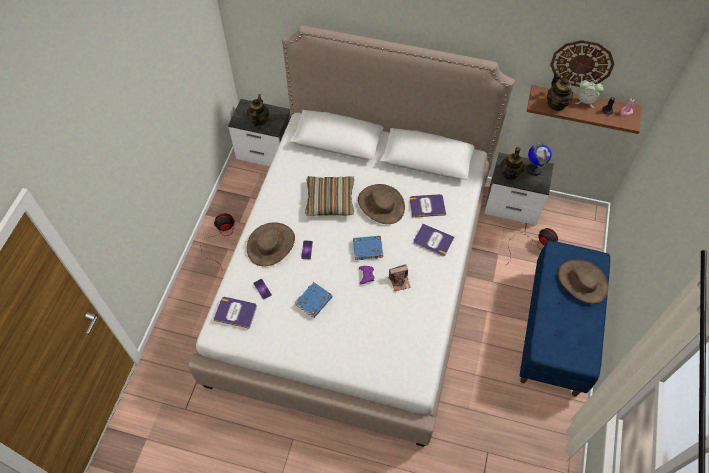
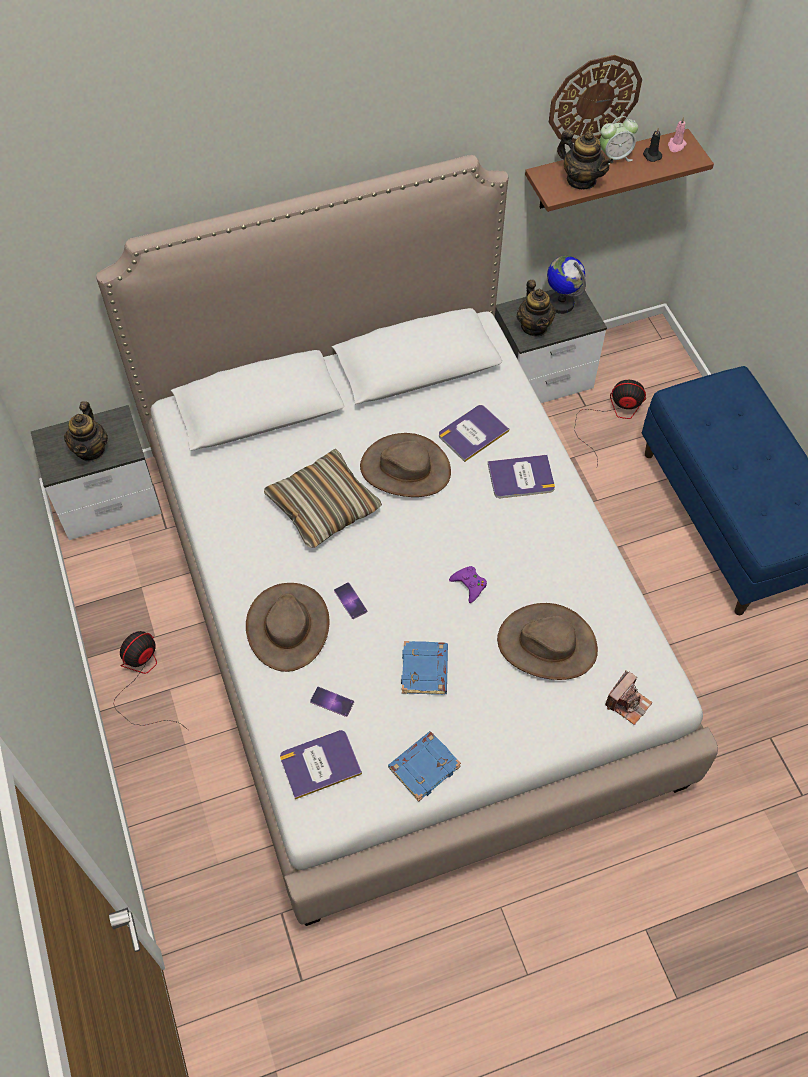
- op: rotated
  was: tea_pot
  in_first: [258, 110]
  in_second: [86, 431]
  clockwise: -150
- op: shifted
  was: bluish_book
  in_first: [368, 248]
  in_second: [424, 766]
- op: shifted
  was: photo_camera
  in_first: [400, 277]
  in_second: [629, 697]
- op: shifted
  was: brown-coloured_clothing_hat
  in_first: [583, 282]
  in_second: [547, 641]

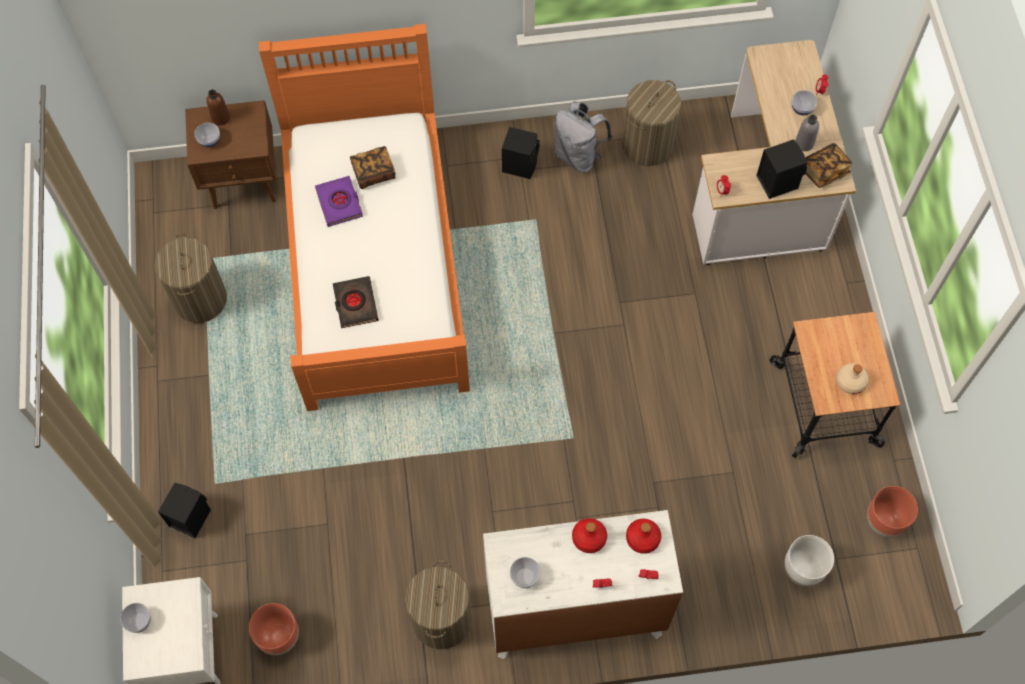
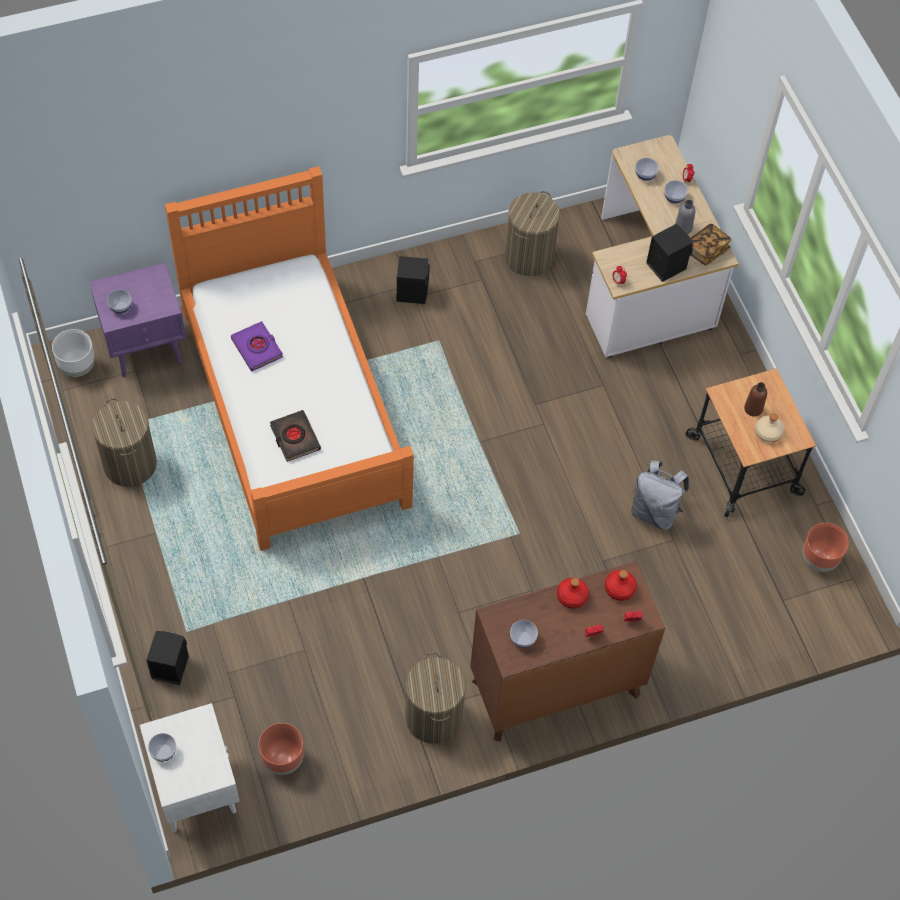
- op: repainted
  was: brown-coloured_nightstand
  now: purple-coloured_nightstand
  in_first: [230, 154]
  in_second: [137, 319]
- op: shifted
  was: brown-coloured_drink_bottle
  in_first: [218, 107]
  in_second: [755, 399]
- op: gone
  was: book
  in_first: [372, 167]
- op: repainted
  was: white_chest_of_drawers
  now: brown-coloured_chest_of_drawers
  in_first: [583, 585]
  in_second: [567, 651]
- op: shifted
  was: greyish_knapsack
  in_first: [583, 137]
  in_second: [660, 495]
- op: shifted
  was: white_planter
  in_first: [809, 560]
  in_second: [73, 353]
- op: new
  now: serving_bowl
  in_second: [647, 169]

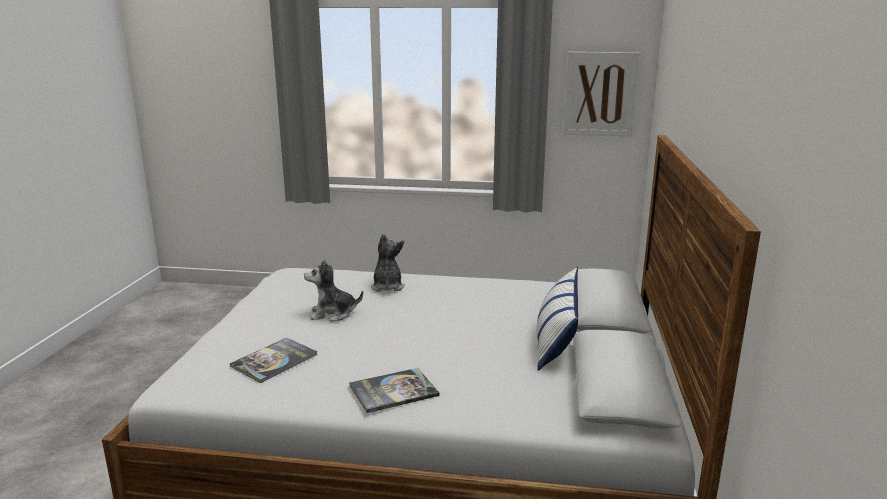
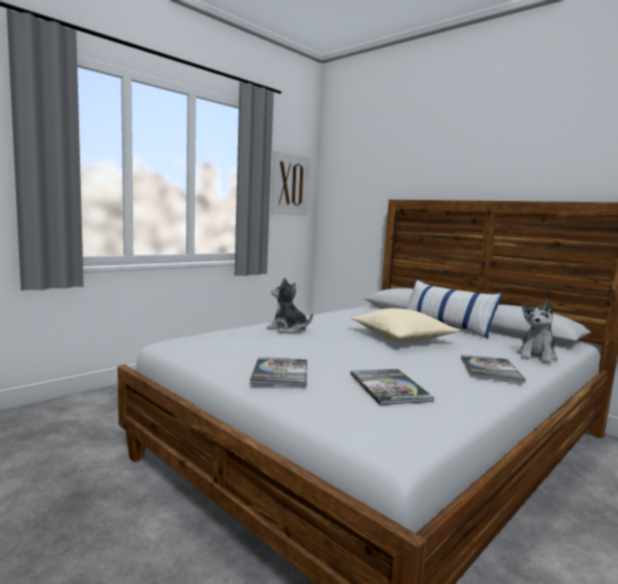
- op: shifted
  was: cuddly_toy
  in_first: [333, 290]
  in_second: [537, 331]
- op: new
  now: book
  in_second: [278, 372]
- op: new
  now: sand-coloured_pillow
  in_second: [405, 325]

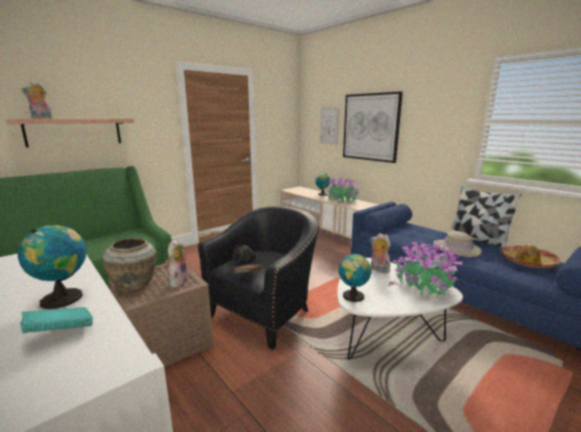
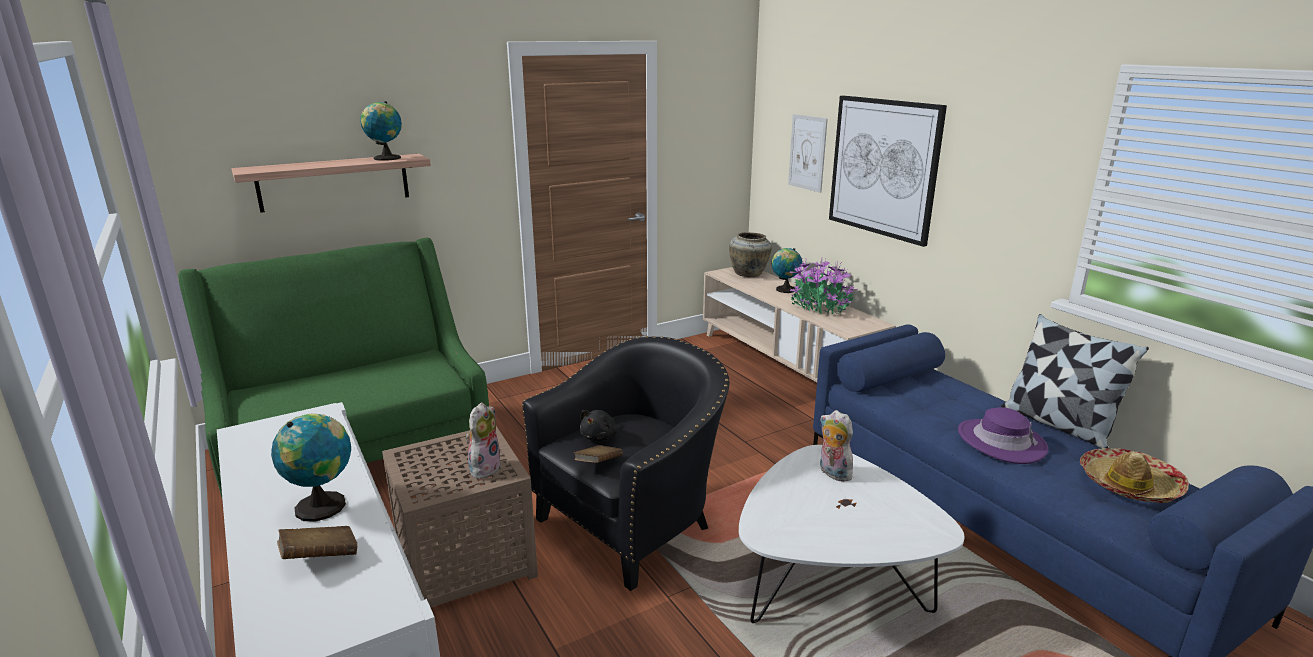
- op: repainted
  was: turquoise-coloured_book
  now: brown-coloured_book
  in_first: [56, 320]
  in_second: [317, 542]
- op: gone
  was: cuddly_toy
  in_first: [37, 100]
- op: shifted
  was: sand-coloured_vase
  in_first: [129, 265]
  in_second: [750, 254]
- op: shifted
  was: globe
  in_first: [355, 277]
  in_second: [381, 131]
- op: gone
  was: potted_plant
  in_first: [427, 266]
- op: repainted
  was: sand-coloured_clothing_hat
  now: purple-coloured_clothing_hat
  in_first: [457, 244]
  in_second: [1003, 435]

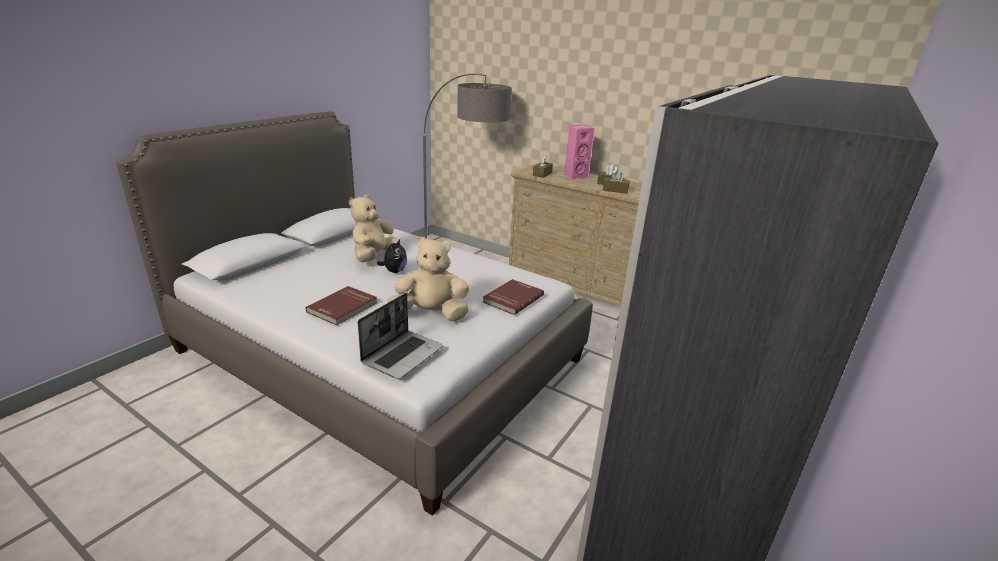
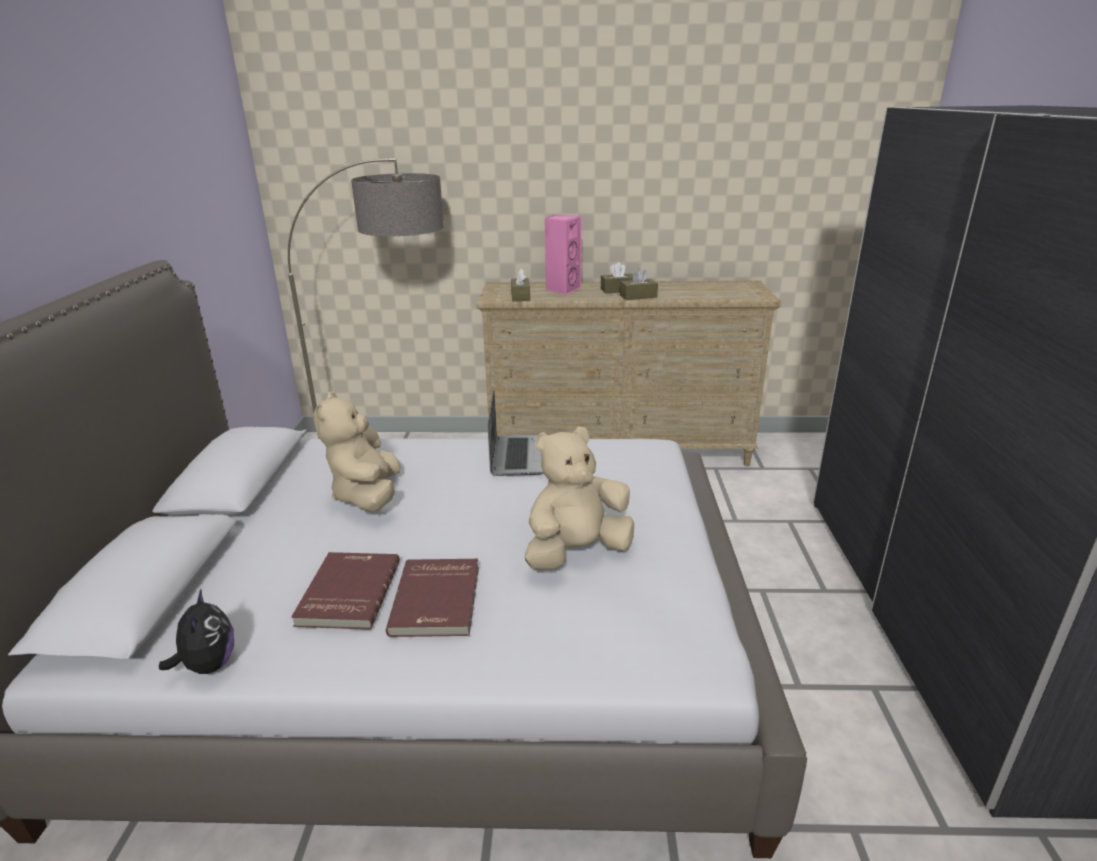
- op: shifted
  was: laptop
  in_first: [400, 336]
  in_second: [515, 433]
- op: shifted
  was: cuddly_toy
  in_first: [392, 256]
  in_second: [196, 632]
- op: shifted
  was: red_book
  in_first: [513, 297]
  in_second: [345, 591]

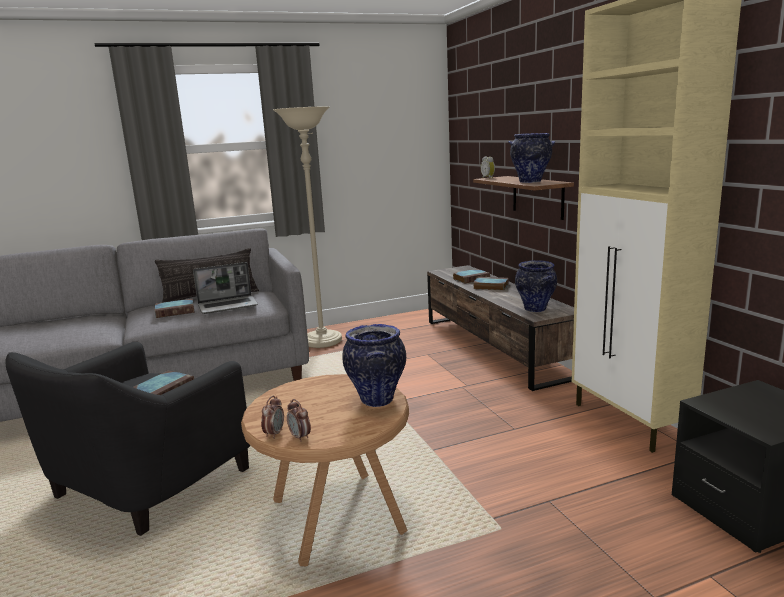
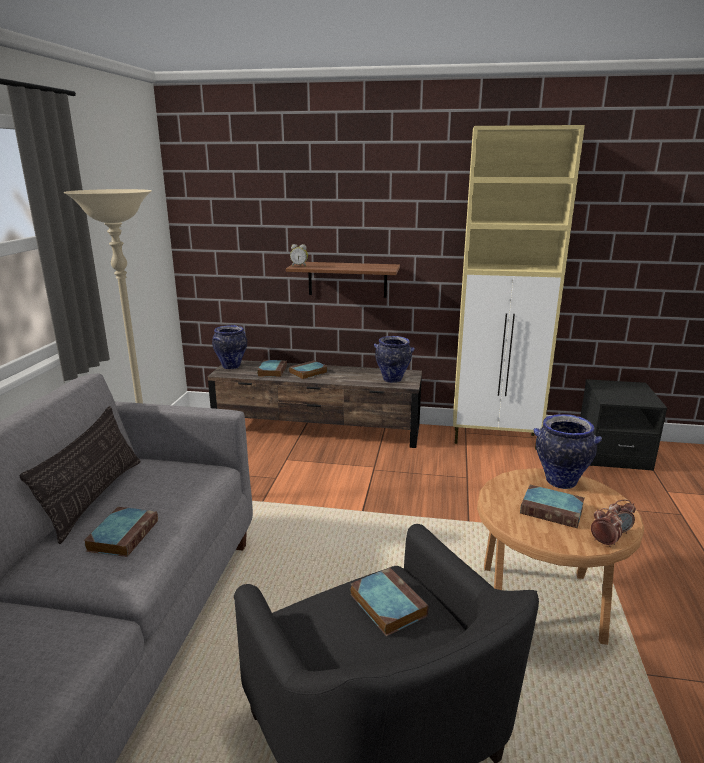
- op: gone
  was: laptop
  in_first: [225, 288]
- op: shifted
  was: vase
  in_first: [531, 158]
  in_second: [229, 347]
- op: new
  now: book
  in_second: [552, 506]

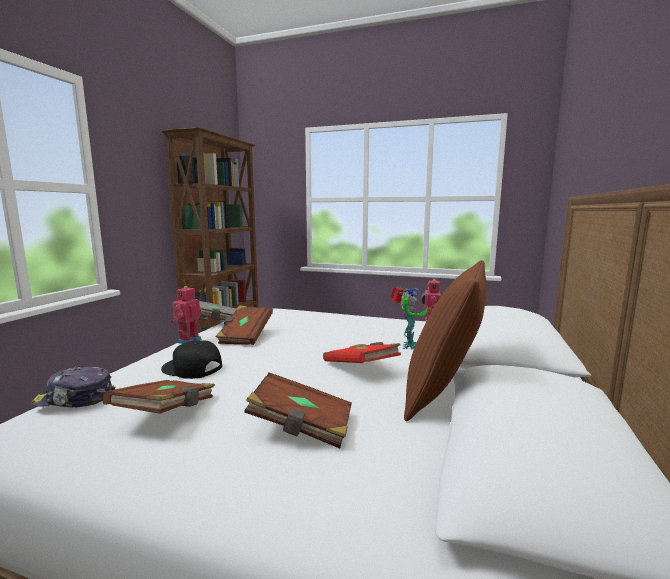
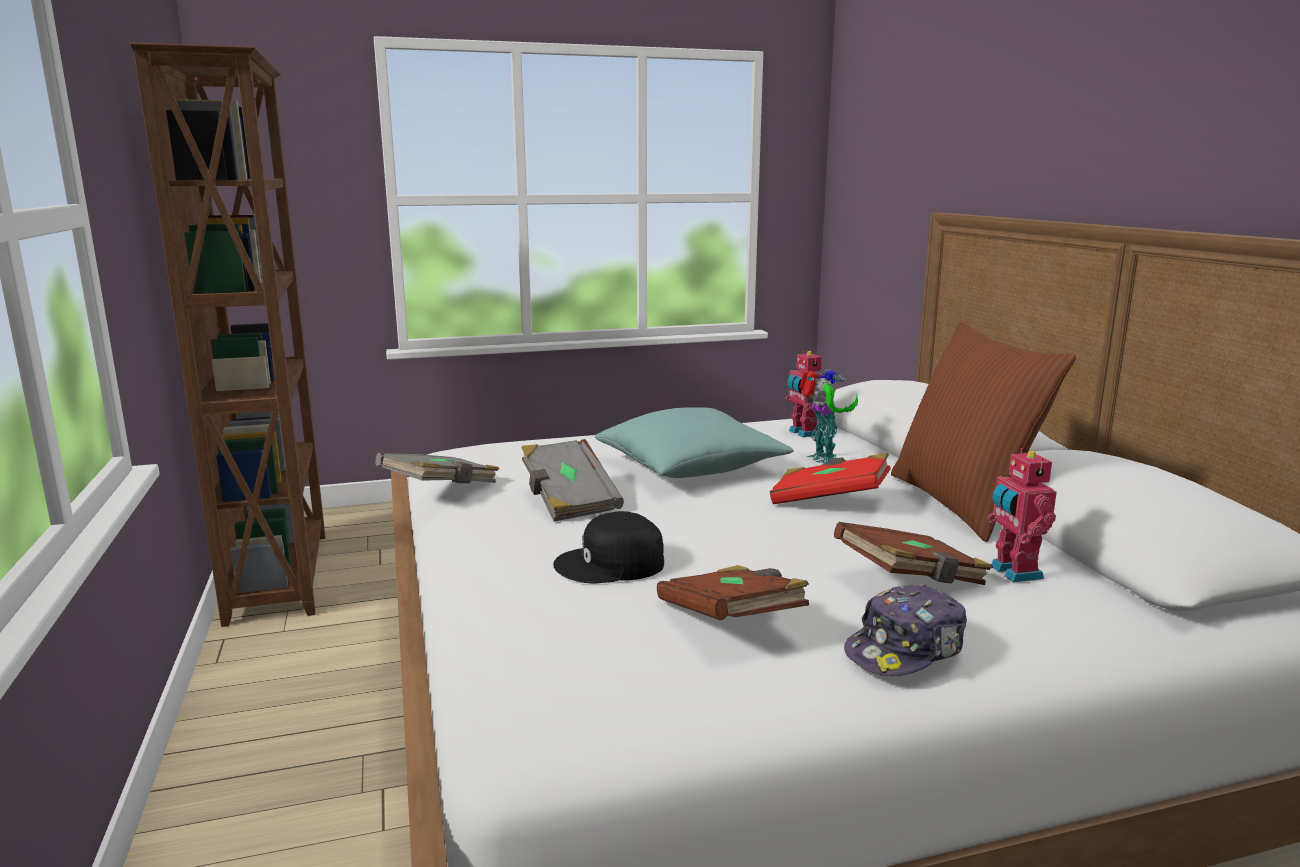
- op: shifted
  was: baseball_cap
  in_first: [73, 387]
  in_second: [905, 630]
- op: shifted
  was: model_robot
  in_first: [186, 315]
  in_second: [1022, 515]
- op: repainted
  was: brown-coloured_book
  now: greyish_book
  in_first: [244, 325]
  in_second: [572, 480]
- op: new
  now: turquoise-coloured_pillow
  in_second: [694, 442]

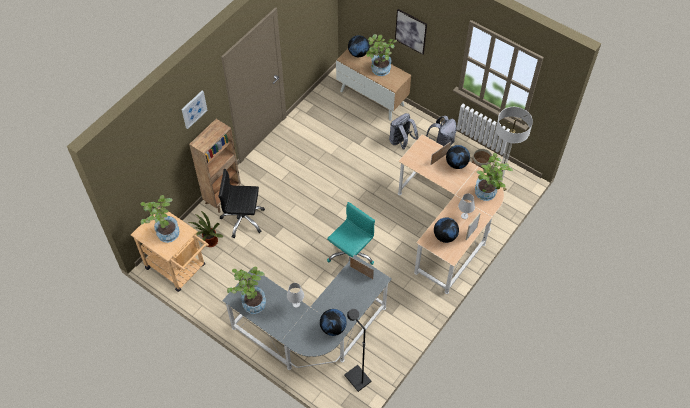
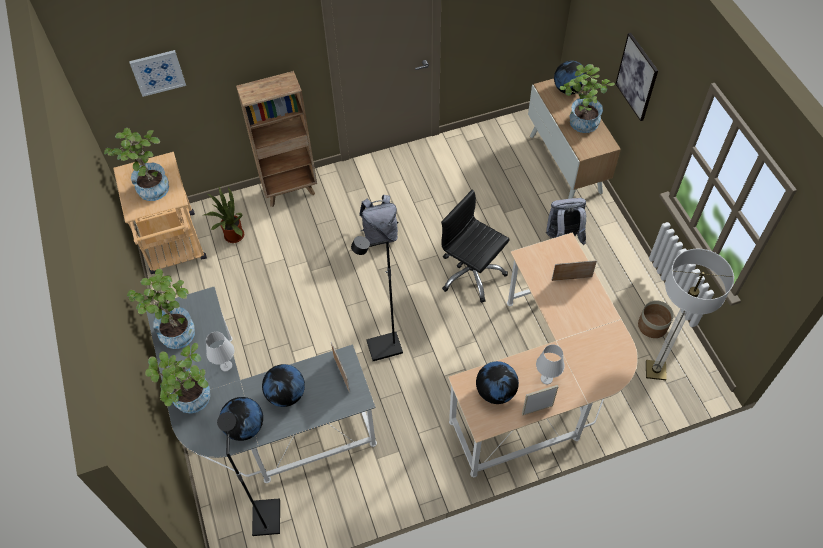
- op: shifted
  was: picture
  in_first: [195, 110]
  in_second: [157, 73]
- op: shifted
  was: black_computer_chair
  in_first: [242, 203]
  in_second: [475, 246]
- op: swapped
  was: turquoise-coloured_computer_chair
  now: black_standing_lamp
  in_first: [351, 233]
  in_second: [377, 298]
- op: shifted
  was: greyish_knapsack
  in_first: [441, 131]
  in_second: [378, 219]
- op: shifted
  was: globe
  in_first: [458, 157]
  in_second: [283, 385]
- op: shifted
  was: potted_plant
  in_first: [494, 177]
  in_second: [177, 378]

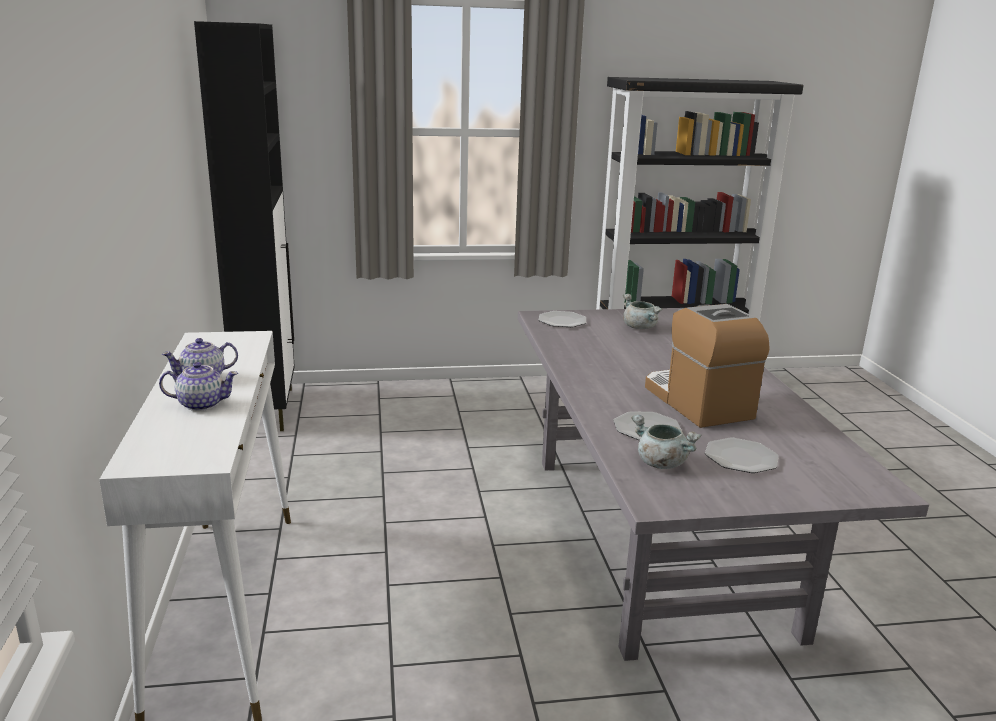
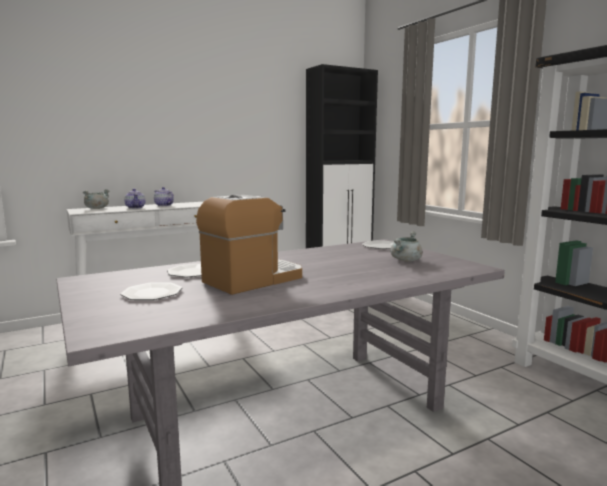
- op: shifted
  was: greyish_stockpot
  in_first: [666, 442]
  in_second: [96, 199]

